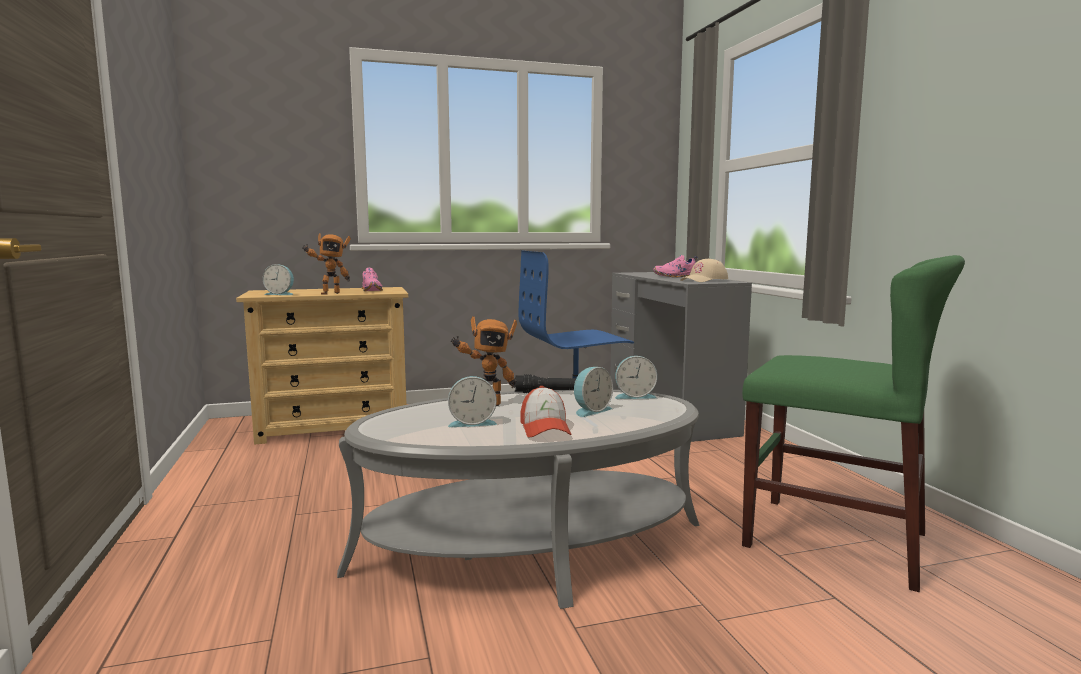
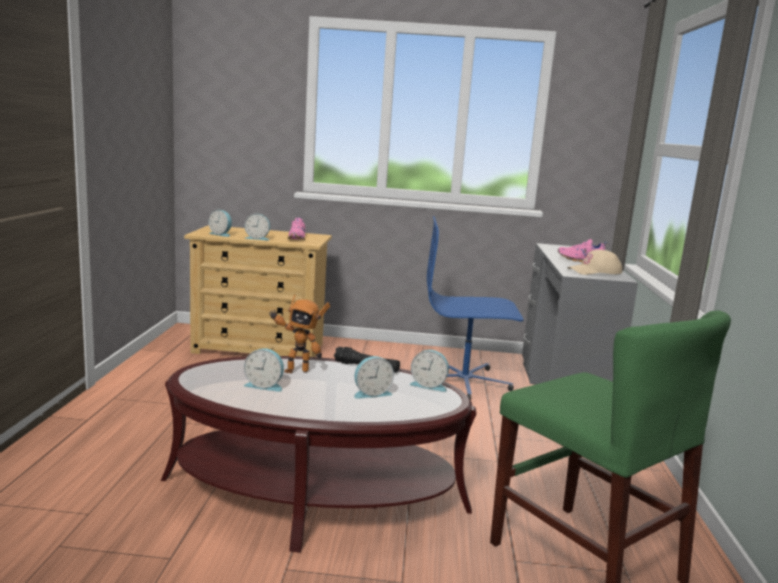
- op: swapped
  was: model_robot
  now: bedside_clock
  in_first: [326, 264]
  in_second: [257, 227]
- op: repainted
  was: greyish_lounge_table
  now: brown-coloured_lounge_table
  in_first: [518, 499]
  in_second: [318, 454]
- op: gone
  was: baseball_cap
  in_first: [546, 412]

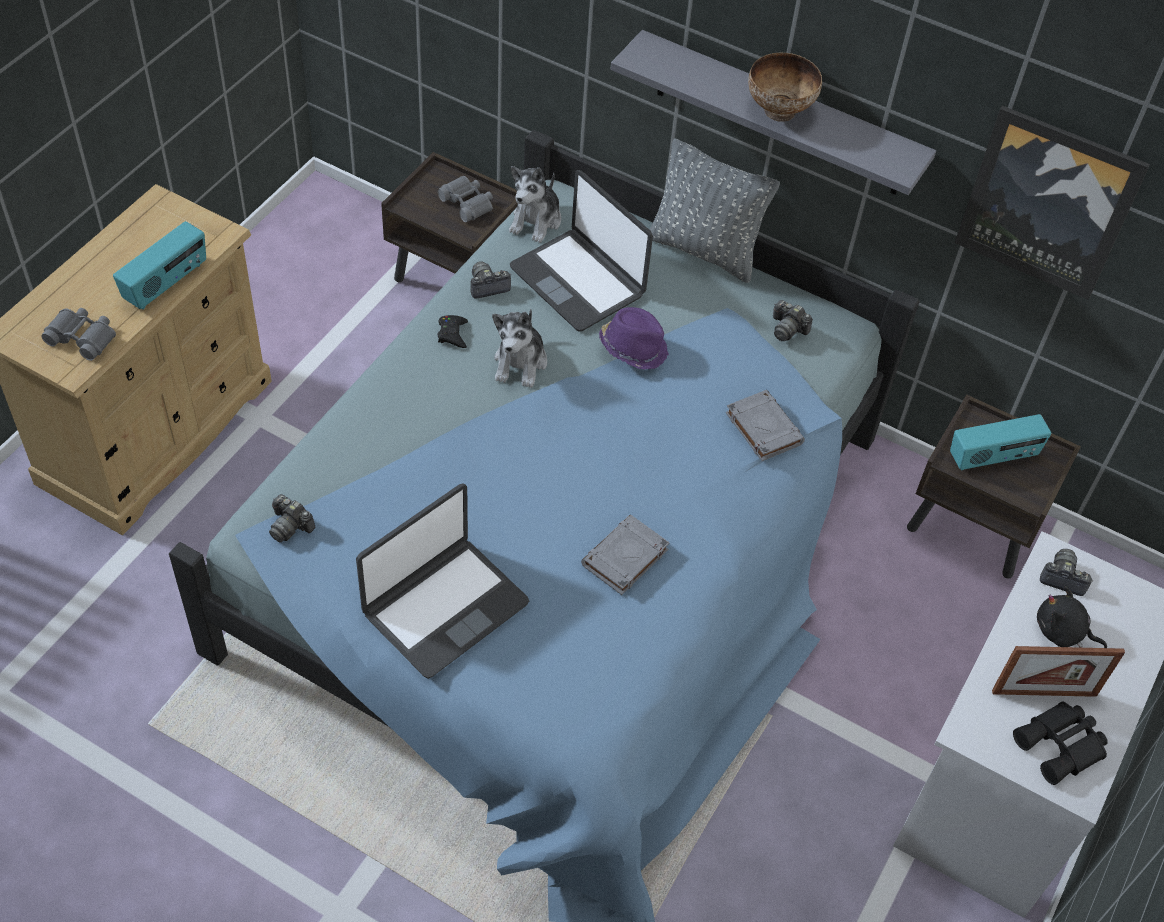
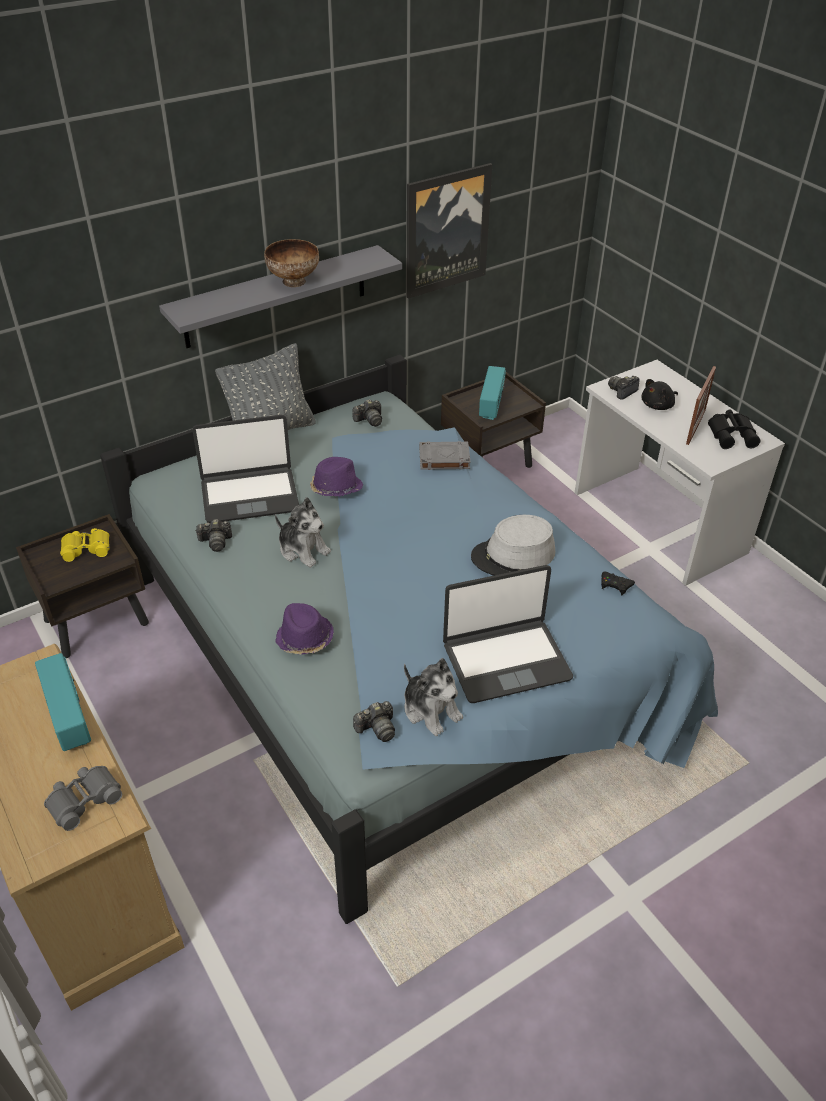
- op: rotated
  was: laptop
  in_first: [442, 581]
  in_second: [508, 634]
  clockwise: 90
- op: repainted
  was: greyish_field_glasses
  now: yellow_field_glasses
  in_first: [465, 199]
  in_second: [85, 545]
- op: shifted
  was: black_joypad
  in_first: [453, 331]
  in_second: [618, 583]
- op: rotated
  was: photo_camera
  in_first: [490, 280]
  in_second: [213, 535]
  clockwise: -105
- op: shifted
  was: cuddly_toy
  in_first: [535, 204]
  in_second: [433, 697]
- op: swapped
  was: greyish_book
  now: greyish_clothing_hat
  in_first: [625, 555]
  in_second: [513, 545]
- op: new
  now: purple-coloured_clothing_hat
  in_second: [304, 629]

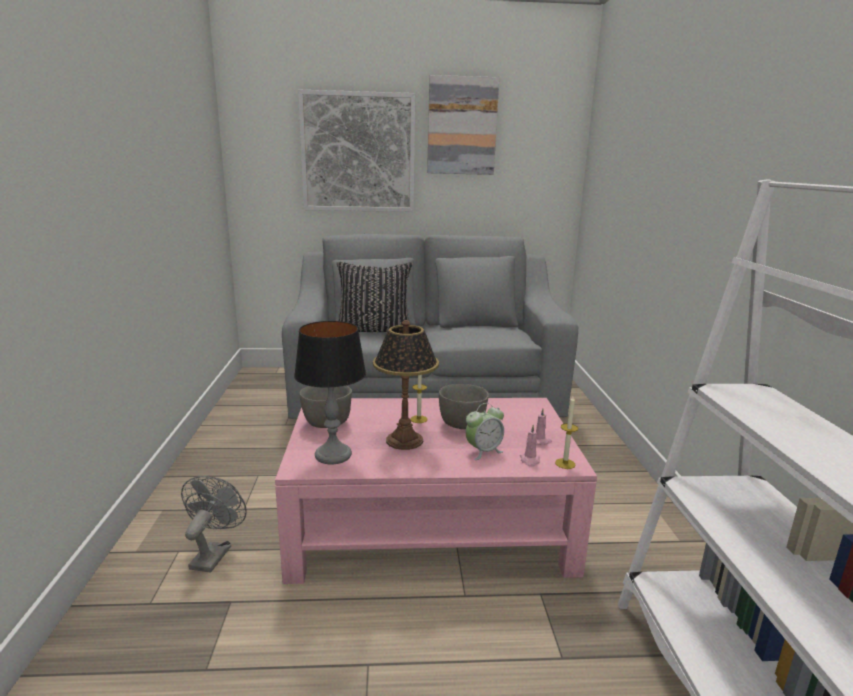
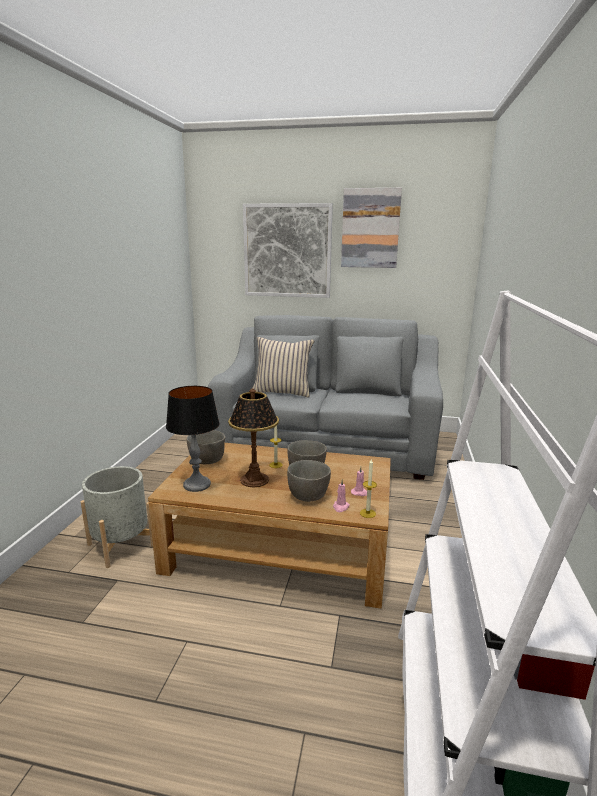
- op: swapped
  was: greyish_fan
  now: greyish_planter
  in_first: [214, 524]
  in_second: [117, 517]
- op: repainted
  was: pinkish_lounge_table
  now: brown-coloured_lounge_table
  in_first: [436, 491]
  in_second: [269, 526]
- op: repainted
  was: black_pillow
  now: sand-coloured_pillow
  in_first: [375, 297]
  in_second: [283, 367]
- op: swapped
  was: bedside_clock
  now: greyish_serving_bowl
  in_first: [485, 431]
  in_second: [309, 481]

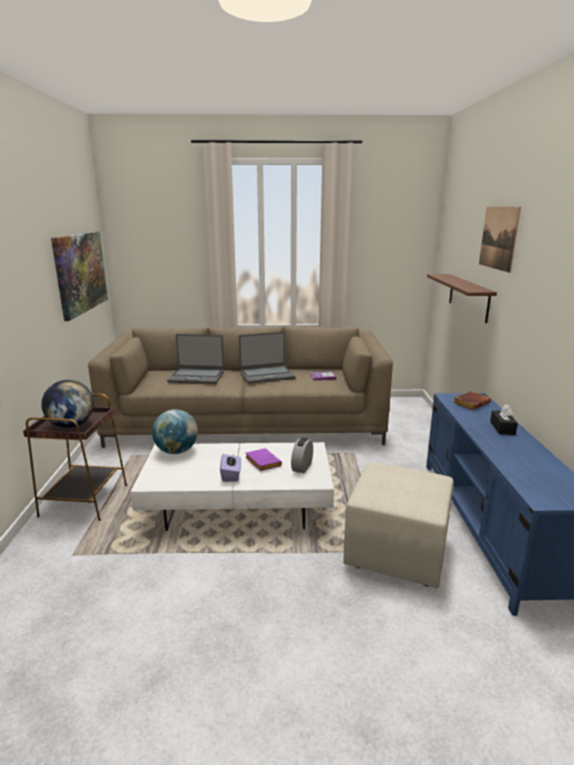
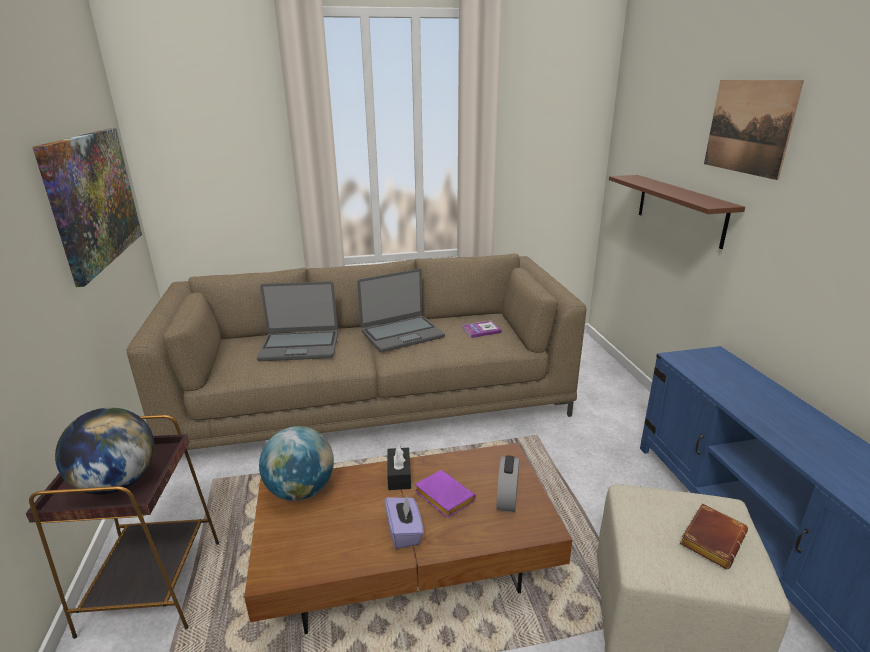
- op: repainted
  was: white_lounge_table
  now: brown-coloured_lounge_table
  in_first: [232, 486]
  in_second: [408, 538]
- op: shifted
  was: brown-coloured_book
  in_first: [472, 400]
  in_second: [714, 536]
- op: shifted
  was: black_box_of_tissues
  in_first: [504, 420]
  in_second: [399, 467]

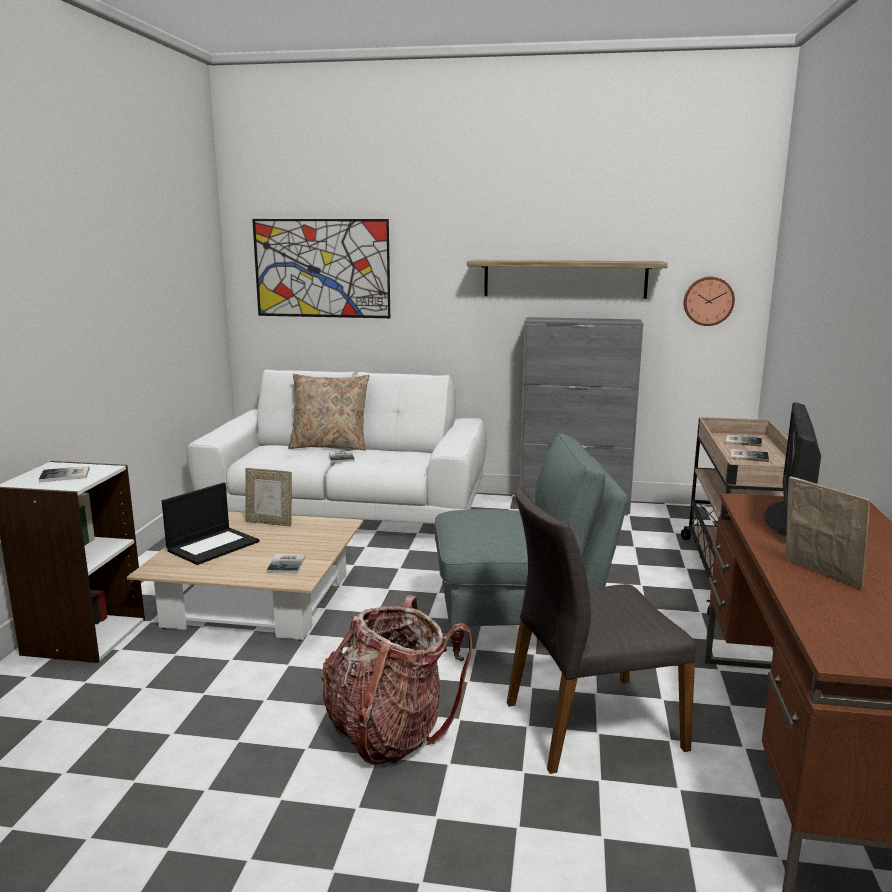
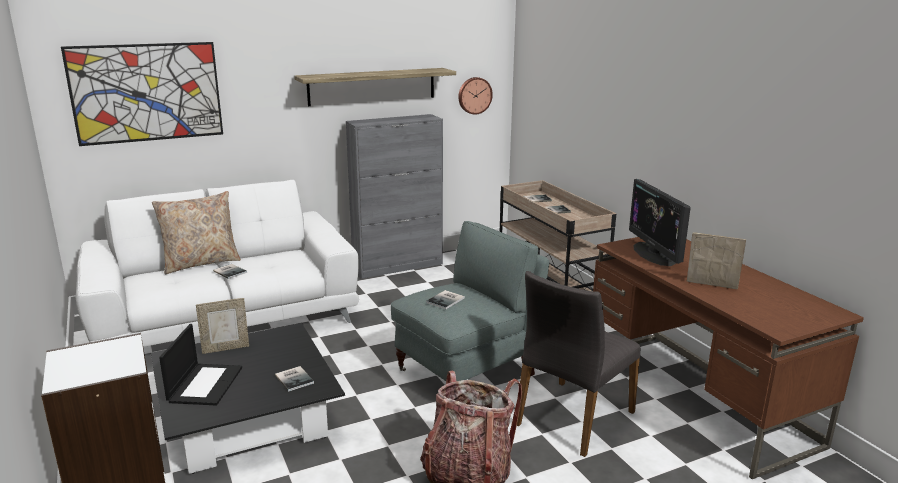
- op: shifted
  was: book
  in_first: [64, 474]
  in_second: [445, 299]
- op: repainted
  was: sand-coloured_lounge_table
  now: black_lounge_table
  in_first: [245, 576]
  in_second: [248, 398]

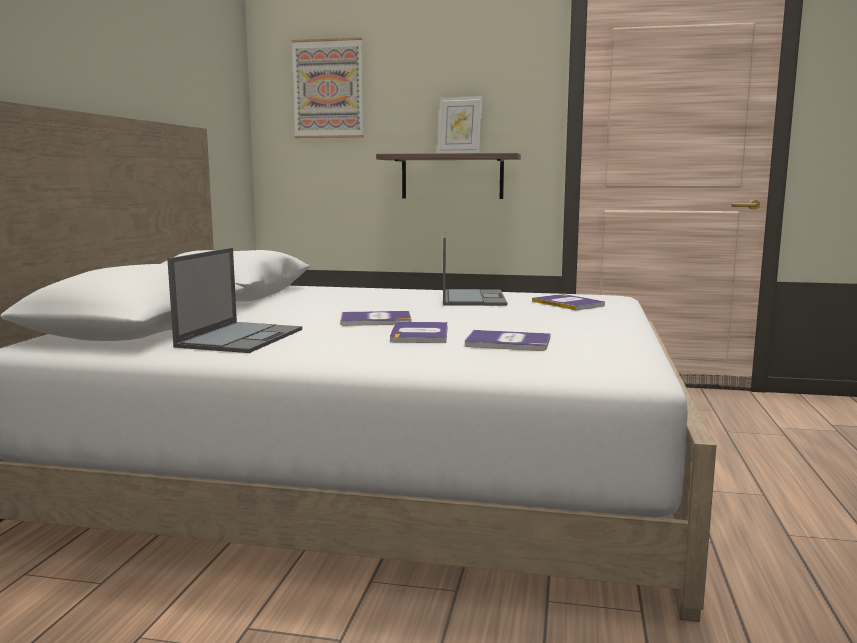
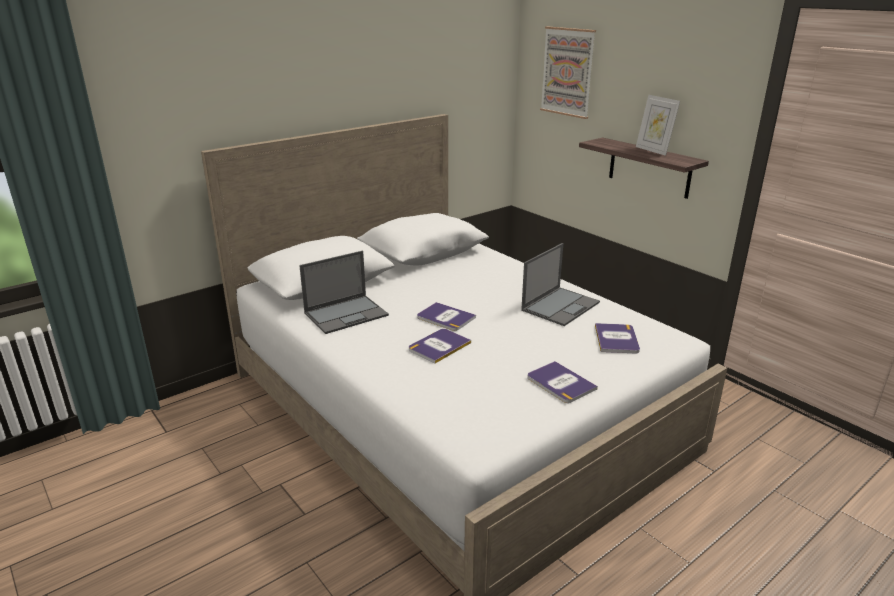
- op: shifted
  was: book
  in_first: [508, 340]
  in_second: [562, 382]

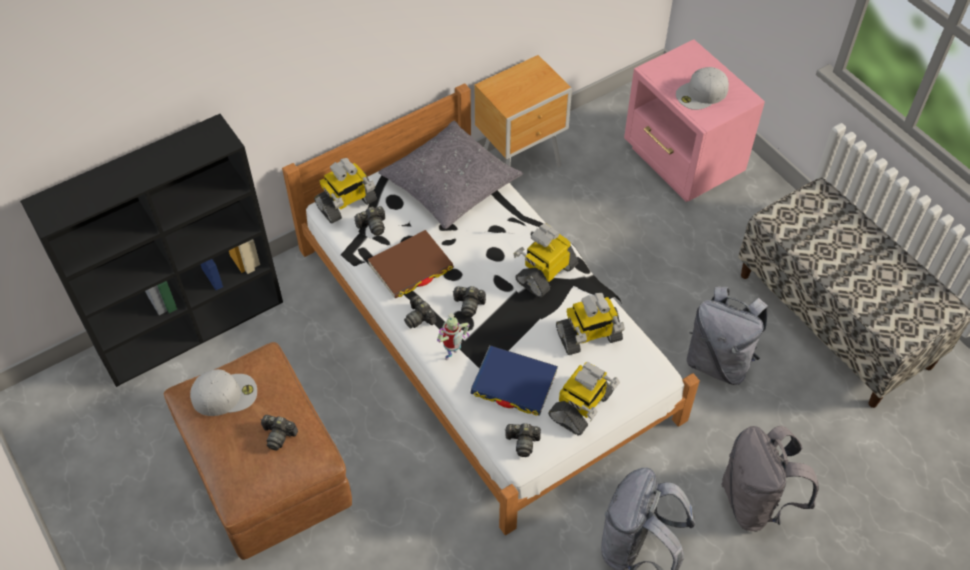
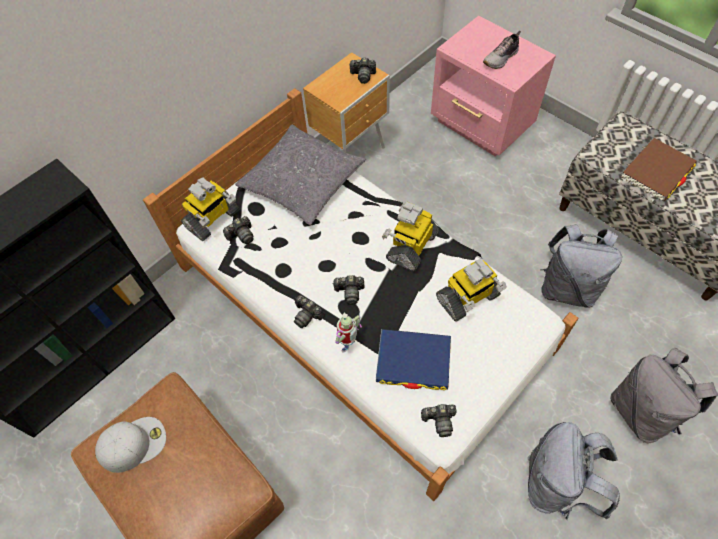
- op: shifted
  was: photo_camera
  in_first: [279, 432]
  in_second: [362, 70]
- op: shifted
  was: brown-coloured_book
  in_first: [411, 264]
  in_second: [658, 169]
- op: gone
  was: model_robot
  in_first: [584, 398]
- op: swapped
  was: white_baseball_cap
  now: item_of_footwear
  in_first: [702, 88]
  in_second: [502, 50]

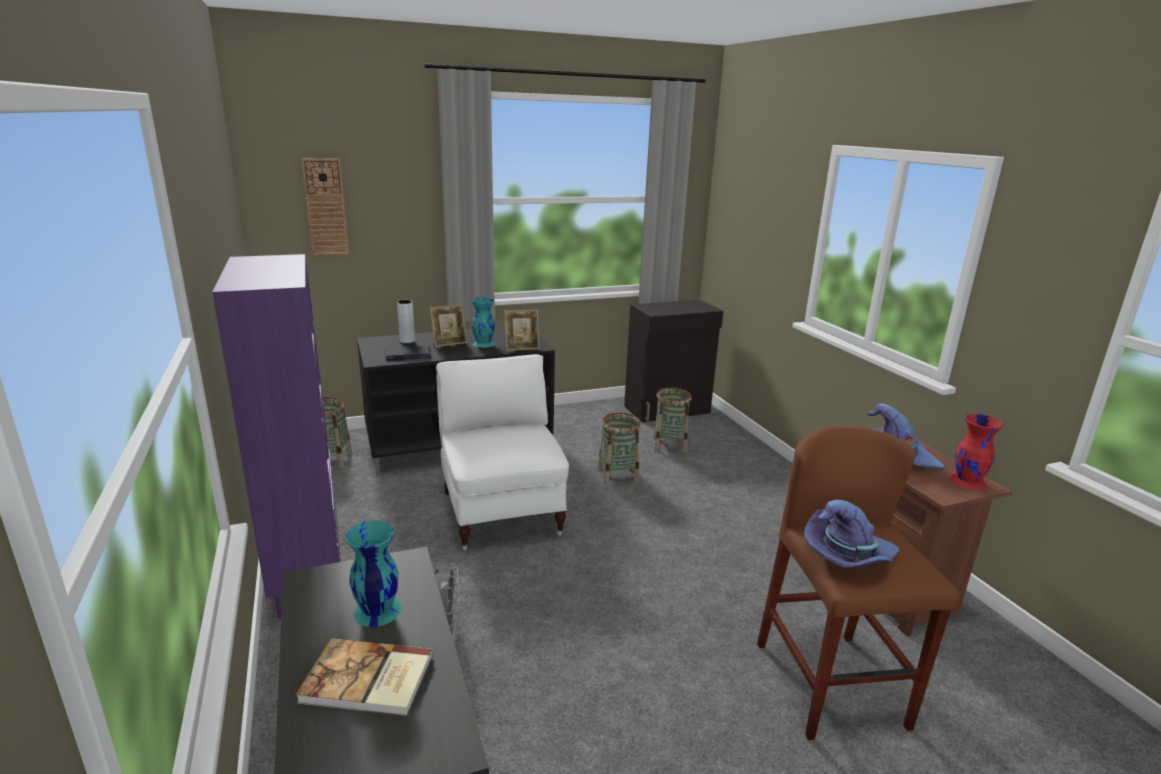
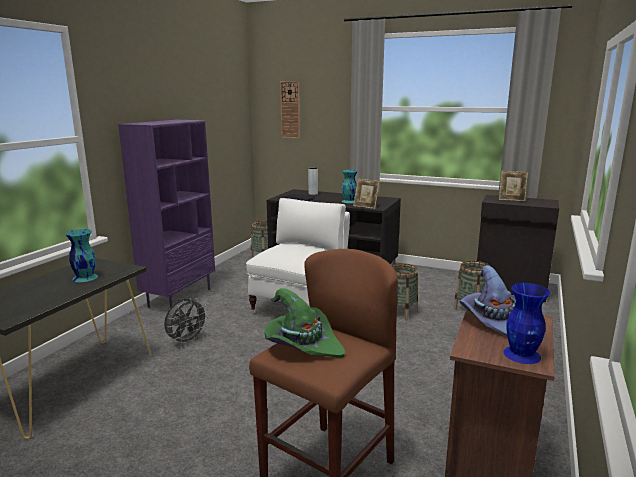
- op: gone
  was: book
  in_first: [364, 677]
- op: shifted
  was: picture_frame
  in_first: [448, 326]
  in_second: [513, 186]
- op: repainted
  was: purple-coloured_clothing_hat
  now: green-coloured_clothing_hat
  in_first: [852, 534]
  in_second: [305, 323]
- op: repainted
  was: red_vase
  now: bluish_vase
  in_first: [976, 452]
  in_second: [526, 323]

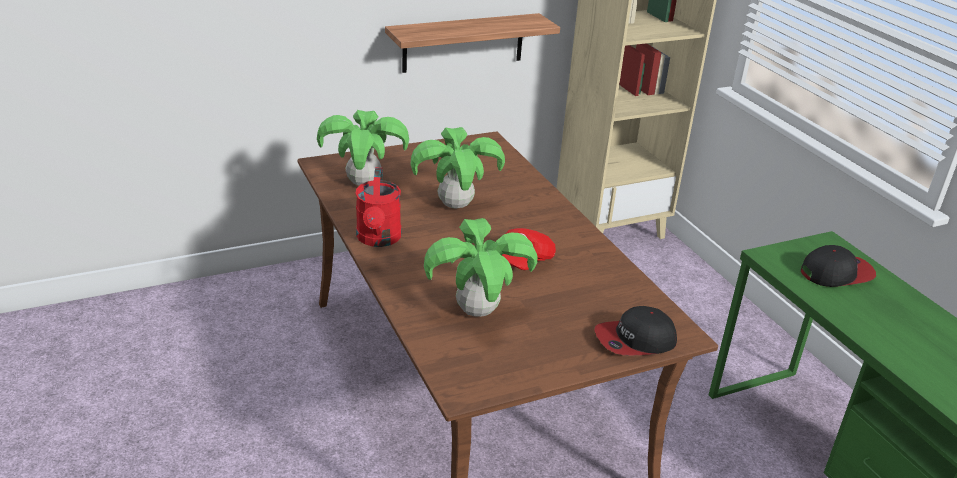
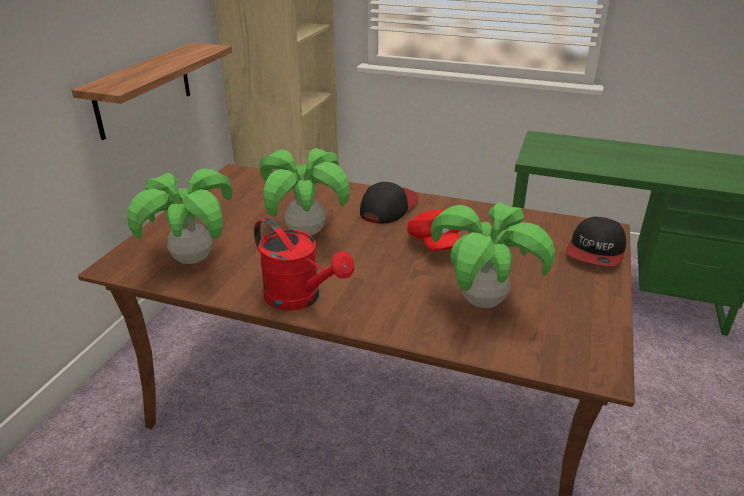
- op: shifted
  was: baseball_cap
  in_first: [838, 266]
  in_second: [389, 202]

